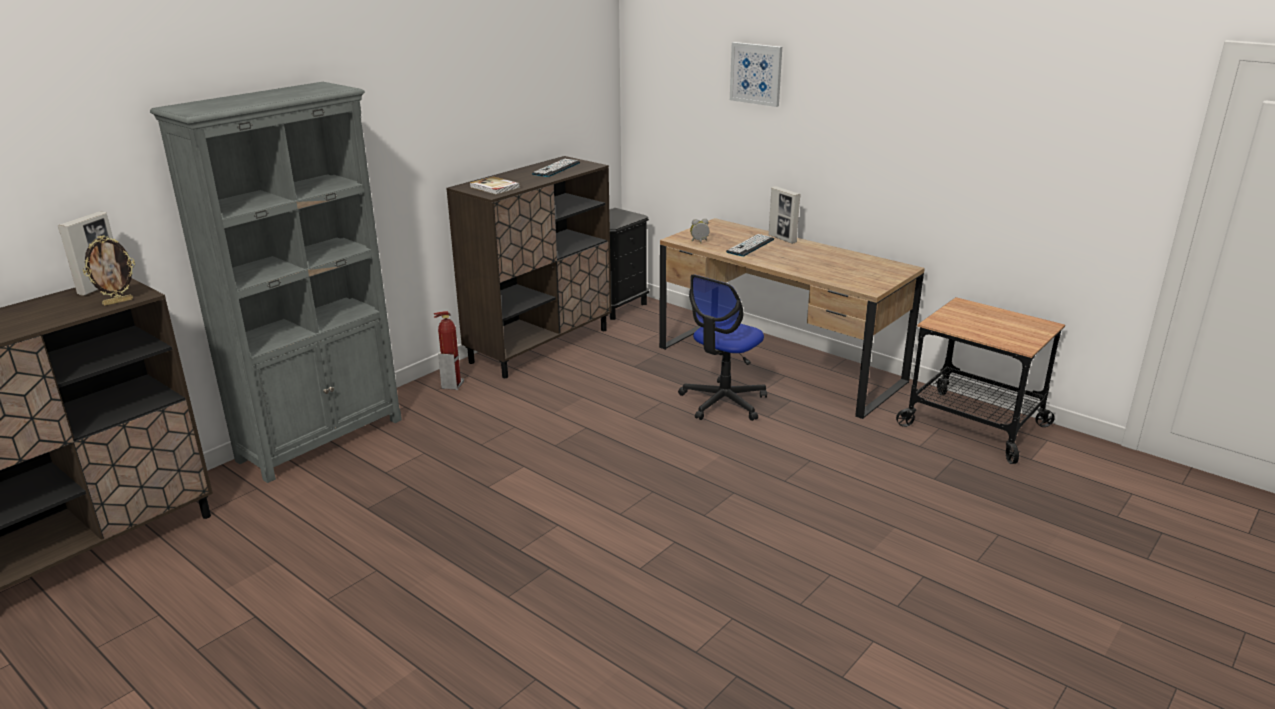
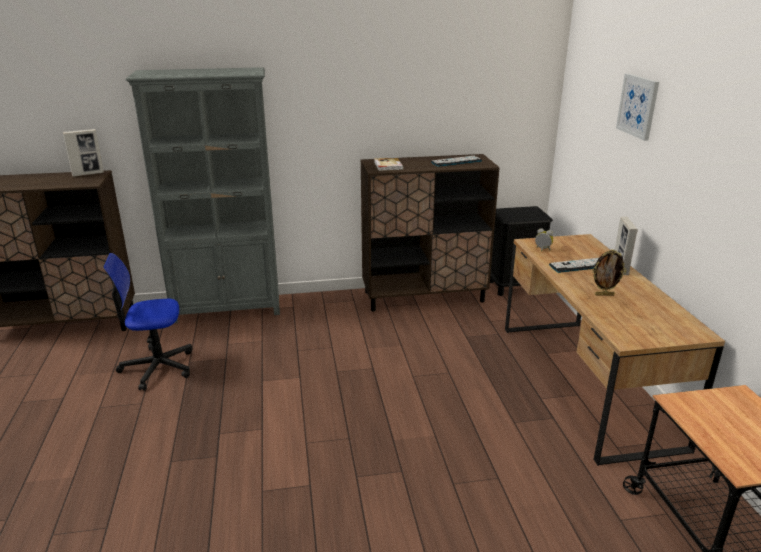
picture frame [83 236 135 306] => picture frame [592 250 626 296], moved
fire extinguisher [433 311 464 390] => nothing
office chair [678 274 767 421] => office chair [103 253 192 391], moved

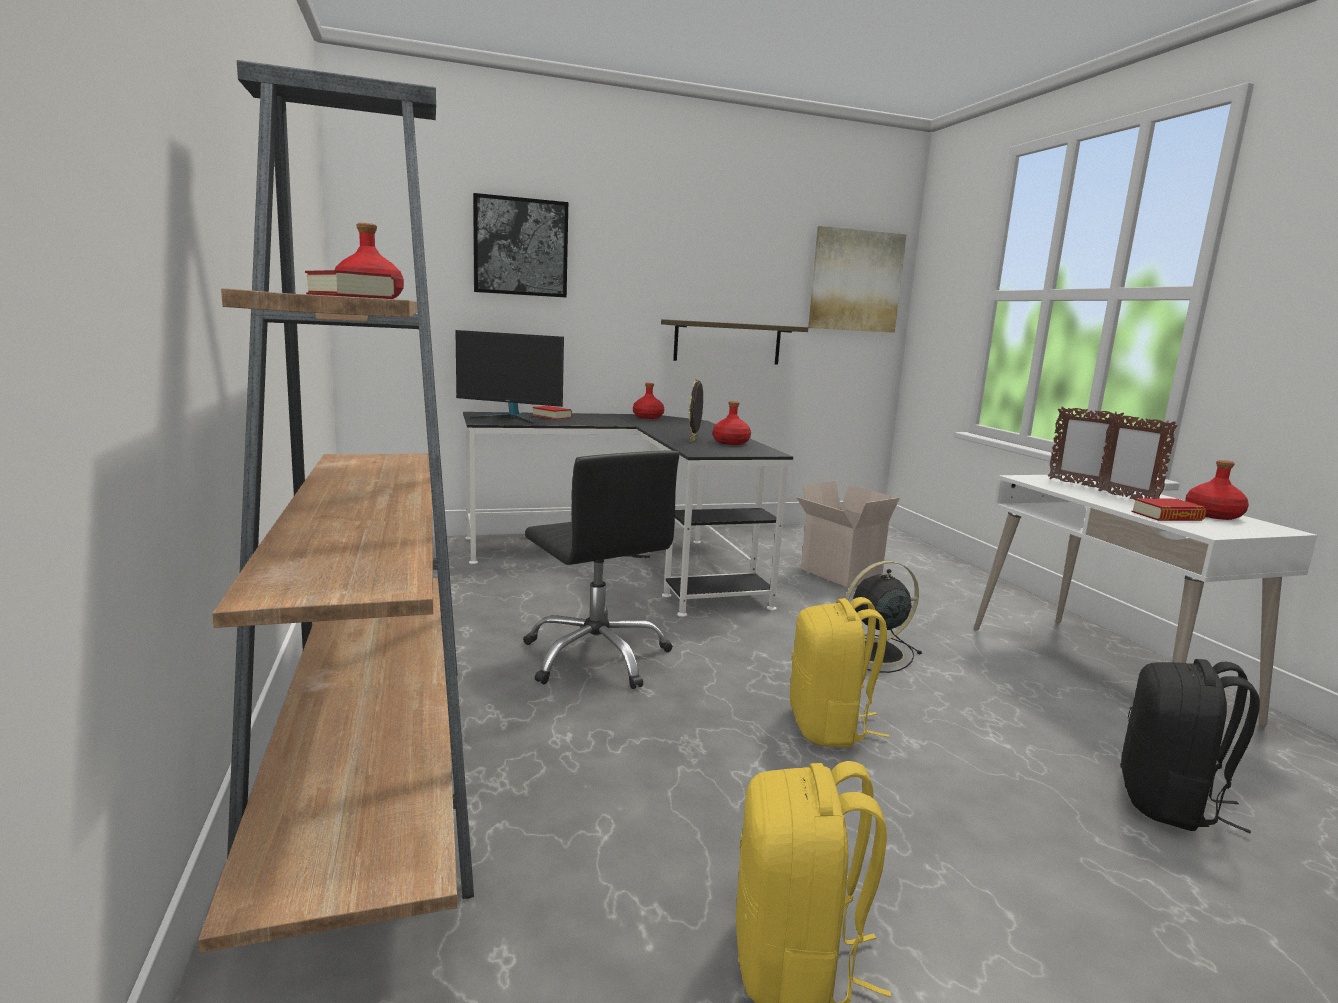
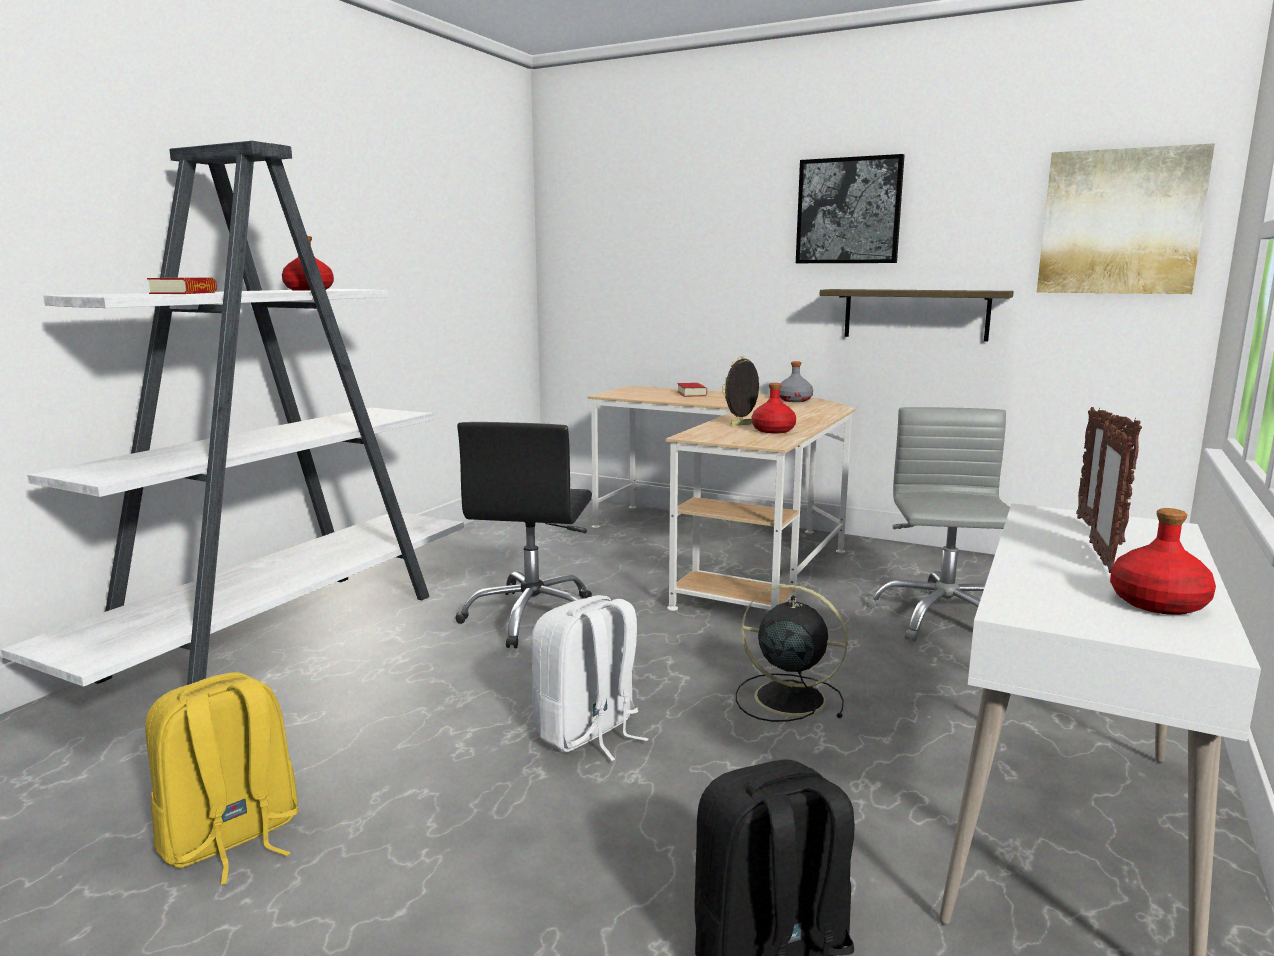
brown bookcase [198 60 474 953] => white bookcase [1 141 464 687]
monitor [455 330 564 424] => nothing
black desk [463 412 793 617] => beige desk [588 385 856 611]
picture [473 193 568 297] => picture [796 154 905 263], moved
red bottle [633 383 664 419] => grey bottle [779 361 813 402]
yellow backpack [790 597 889 748] => white backpack [531 595 649 761]
cardboard box [796 481 900 587] => grey office chair [867 407 1010 642]
book [1131 498 1207 521] => nothing

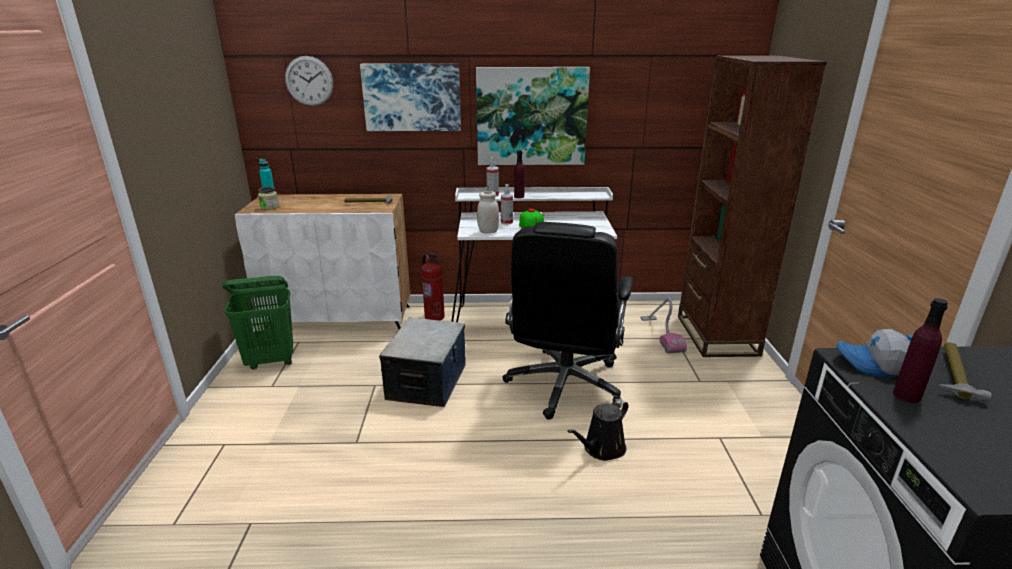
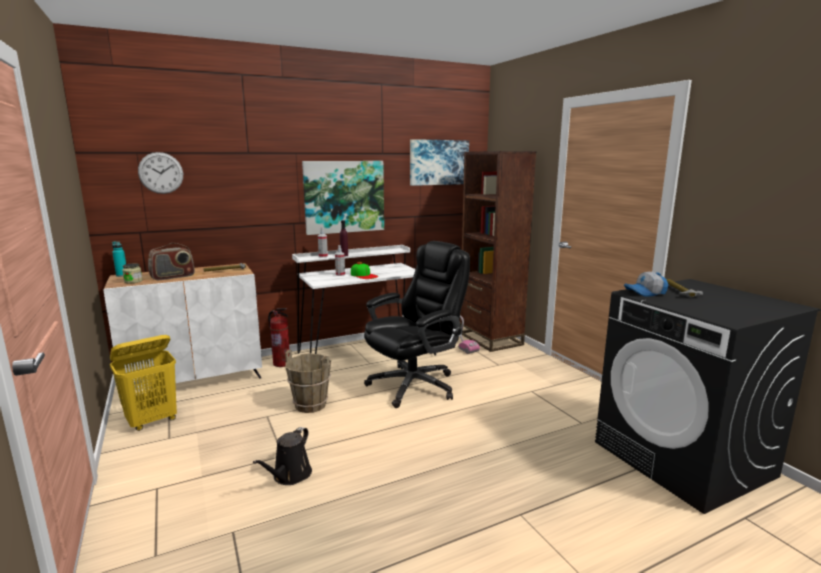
green laundry basket [222 276 293 370] => yellow laundry basket [110 335 177 431]
picture [360 63 461 131] => picture [410 139 469 186], moved
storage box [379 317 466 407] => brown bucket [285 349 331 413]
white jar [477 191 499 234] => nothing
black office chair [502 222 633 420] => black office chair [364 241 470 408], 120 degrees counterclockwise
black watering can [568 399 628 461] => black watering can [253 427 312 485], moved
purple bottle [893 298 948 403] => nothing
nothing => radio [148 243 195 280]

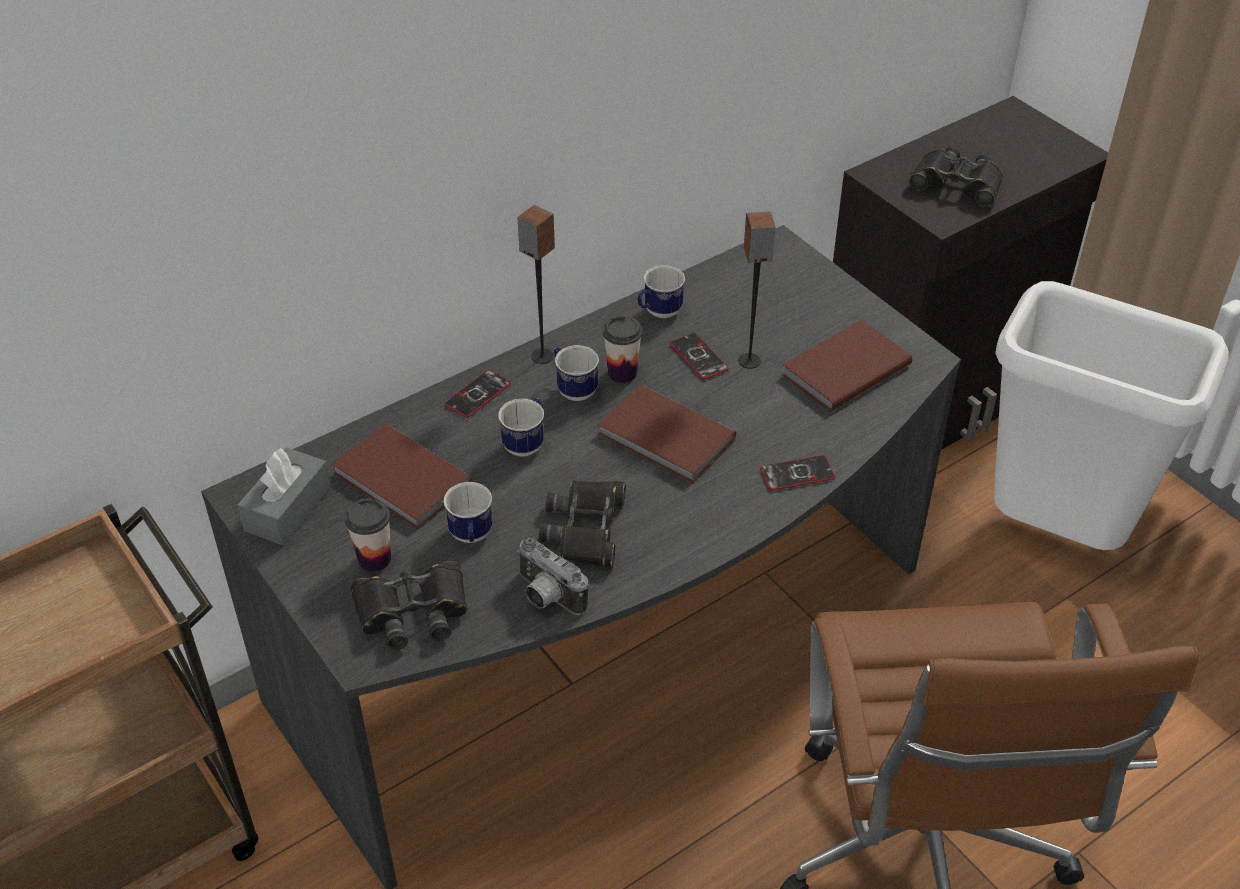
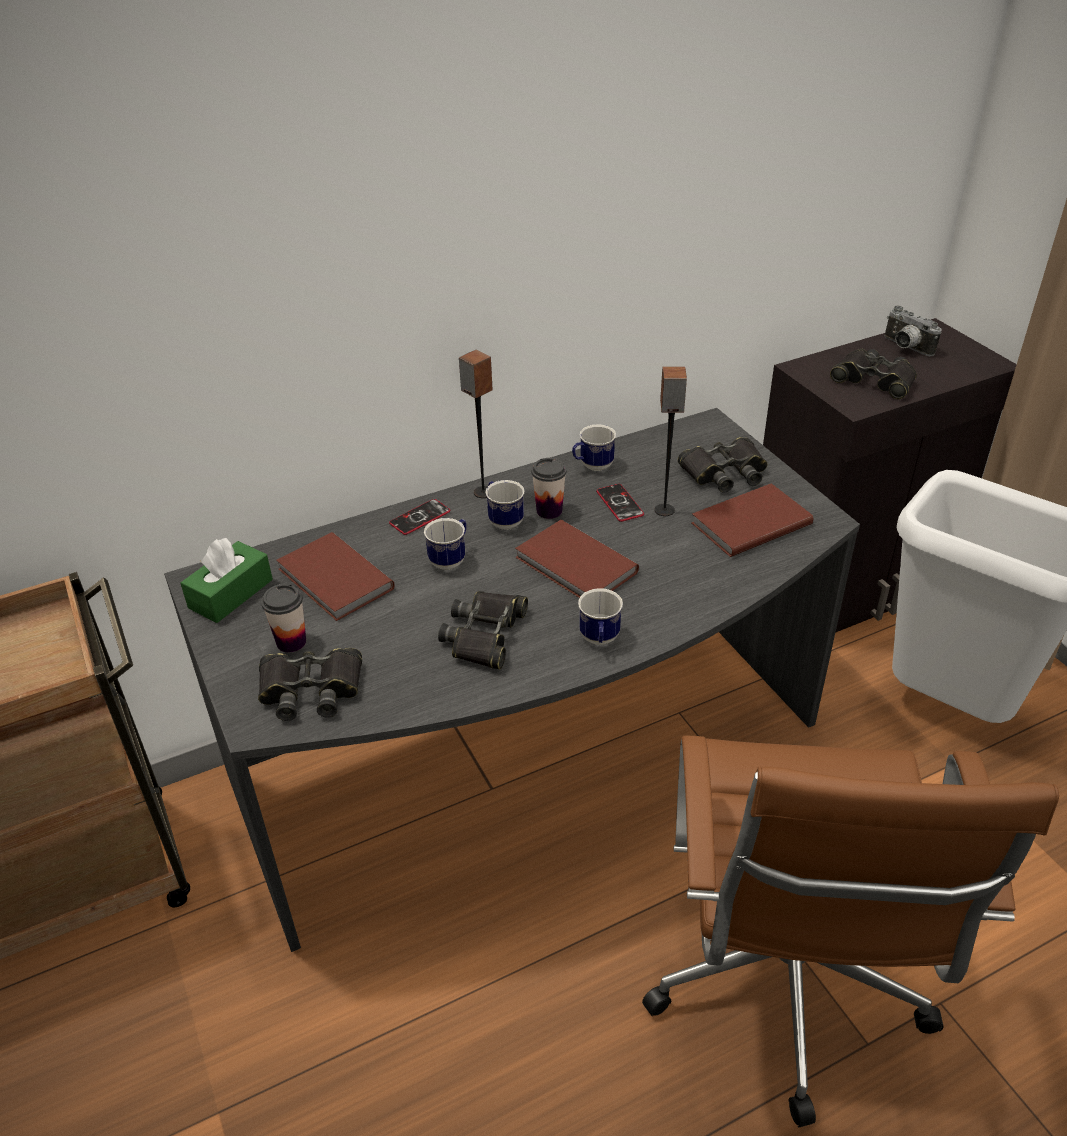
grey tissue box [237 448 331 545] => green tissue box [180 538 273 623]
mug [444 482 492 543] => mug [578 588 623 645], moved
photo camera [517 536 589 615] => photo camera [885 306 942 356], moved
phone [760 455 836 490] => nothing
nothing => black binoculars [678 437 768 493]

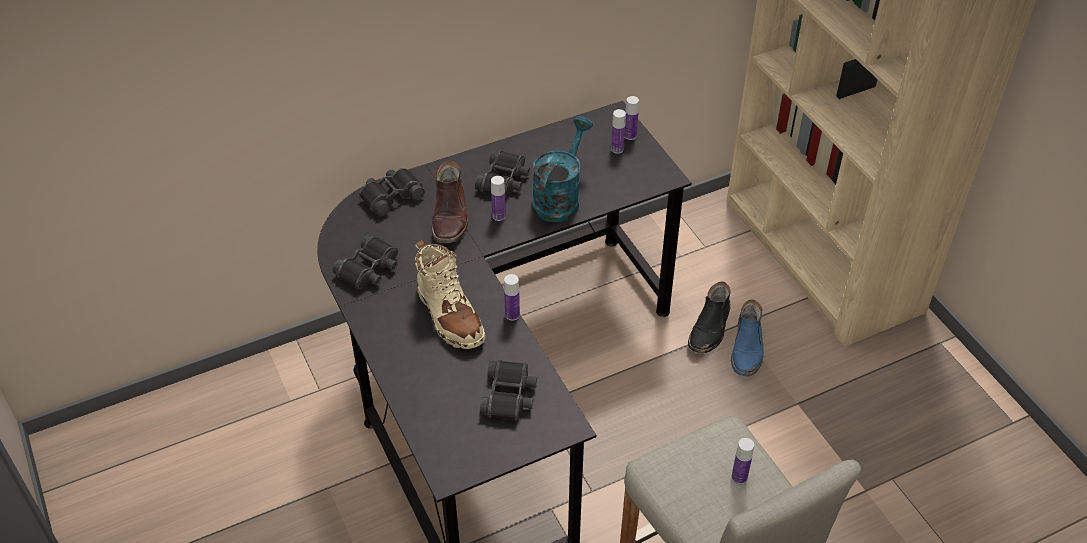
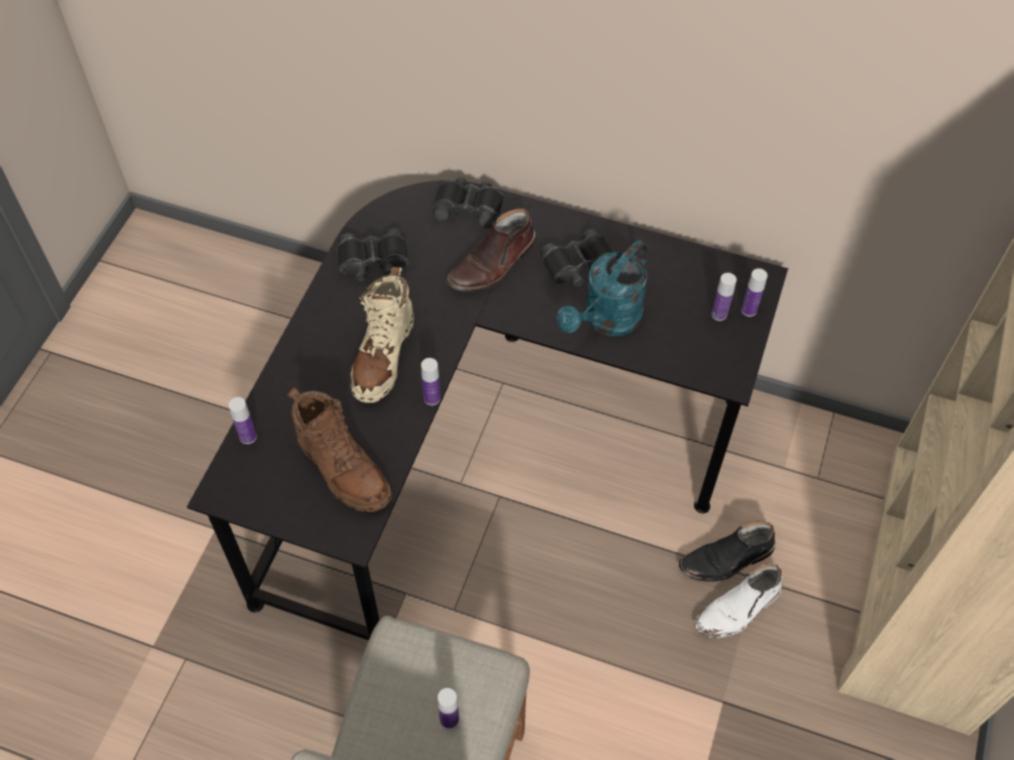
black binoculars [480 360 537 421] => brown boot [287 387 392 512]
bottle [491 176 506 221] => bottle [228 397 257 444], moved
turquoise watering can [532 116 593 222] => turquoise watering can [557 240 649 336], 150 degrees clockwise
blue boot [731 300 764 376] => white boot [694 564 783 638]

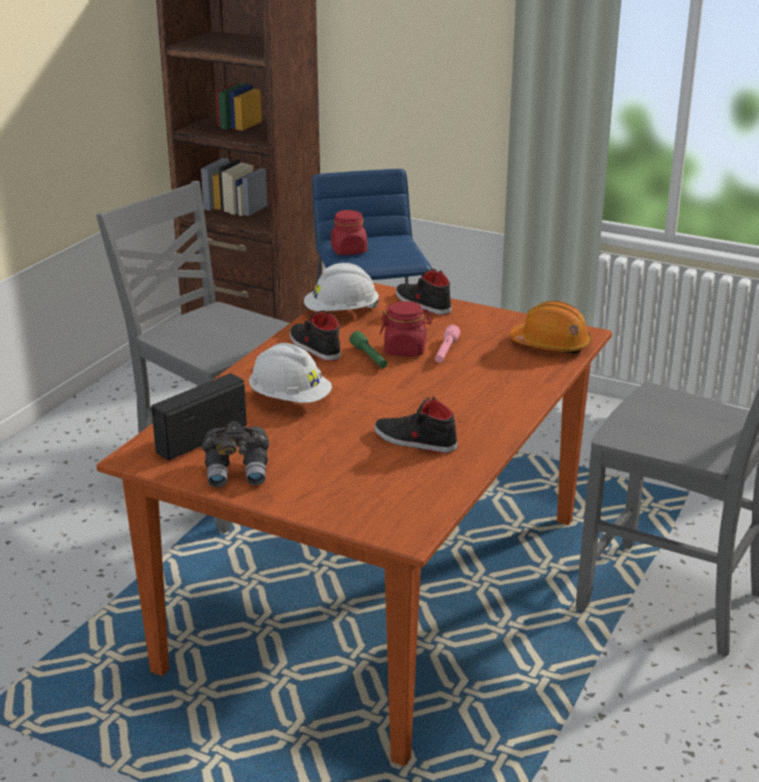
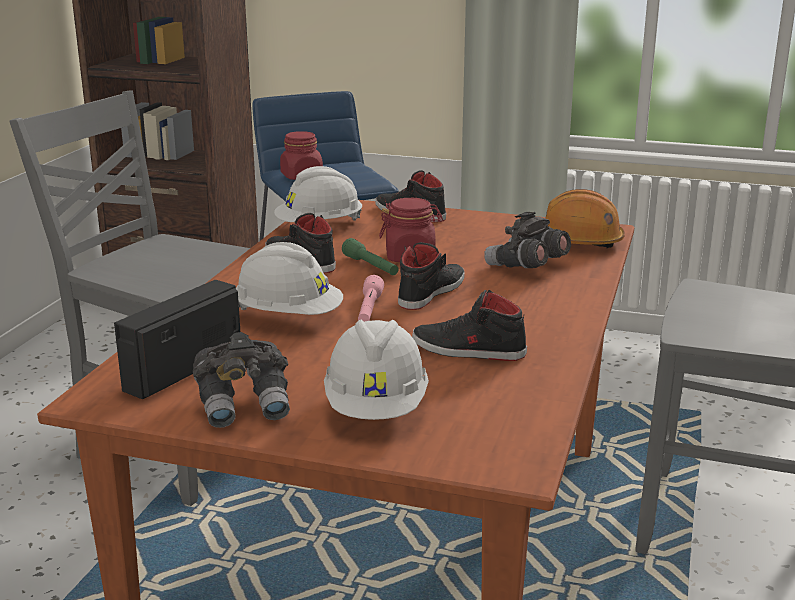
pink flashlight [435 325 460 363] => pink flashlight [358 275 384 322], moved
nothing => white hard hat [324 320 429 420]
nothing => black shoe [398 242 465 310]
nothing => grey binoculars [484 212 571 268]

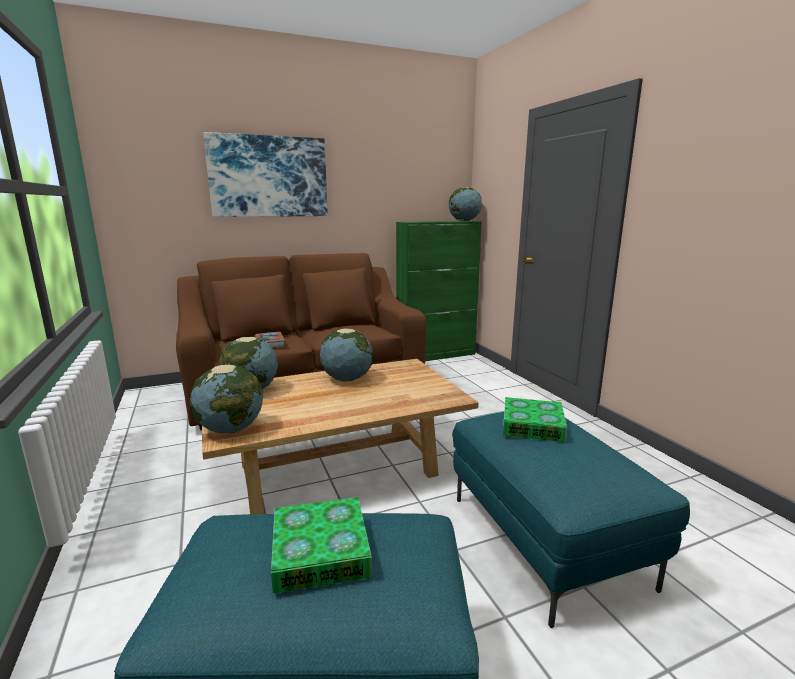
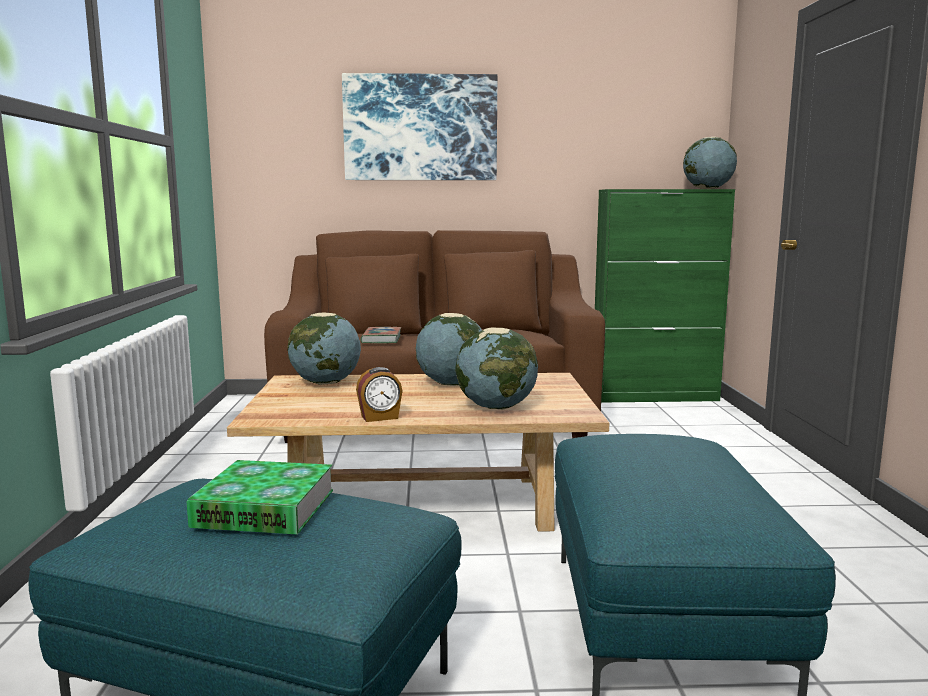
globe [190 365 263 433] => globe [455 327 538 410], moved
book [503 397 567 442] => nothing
nothing => alarm clock [356 367 402 422]

